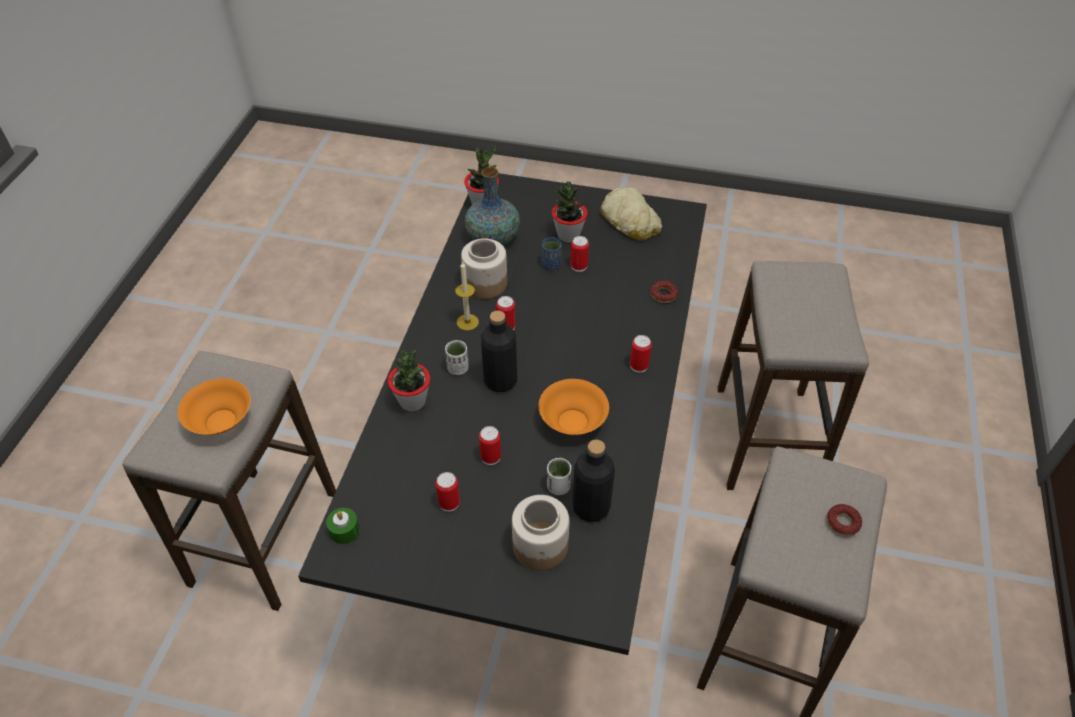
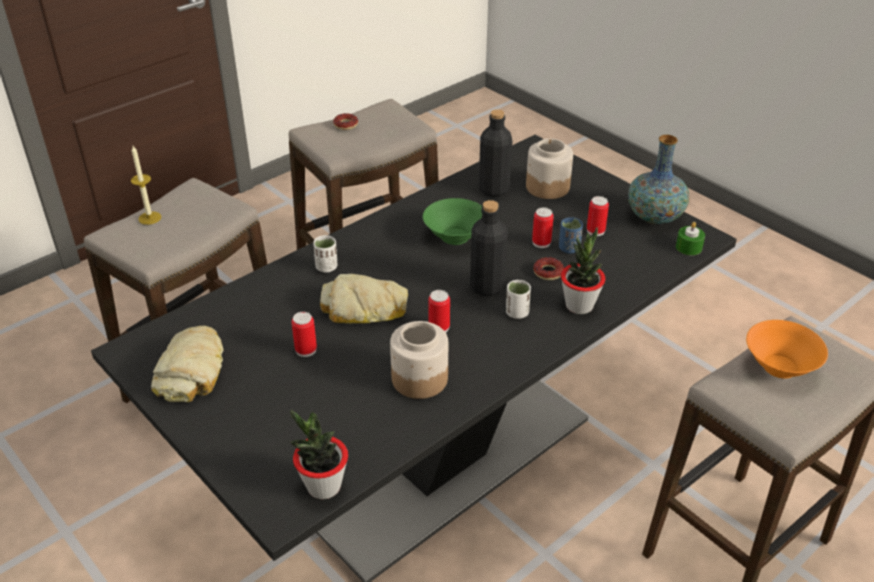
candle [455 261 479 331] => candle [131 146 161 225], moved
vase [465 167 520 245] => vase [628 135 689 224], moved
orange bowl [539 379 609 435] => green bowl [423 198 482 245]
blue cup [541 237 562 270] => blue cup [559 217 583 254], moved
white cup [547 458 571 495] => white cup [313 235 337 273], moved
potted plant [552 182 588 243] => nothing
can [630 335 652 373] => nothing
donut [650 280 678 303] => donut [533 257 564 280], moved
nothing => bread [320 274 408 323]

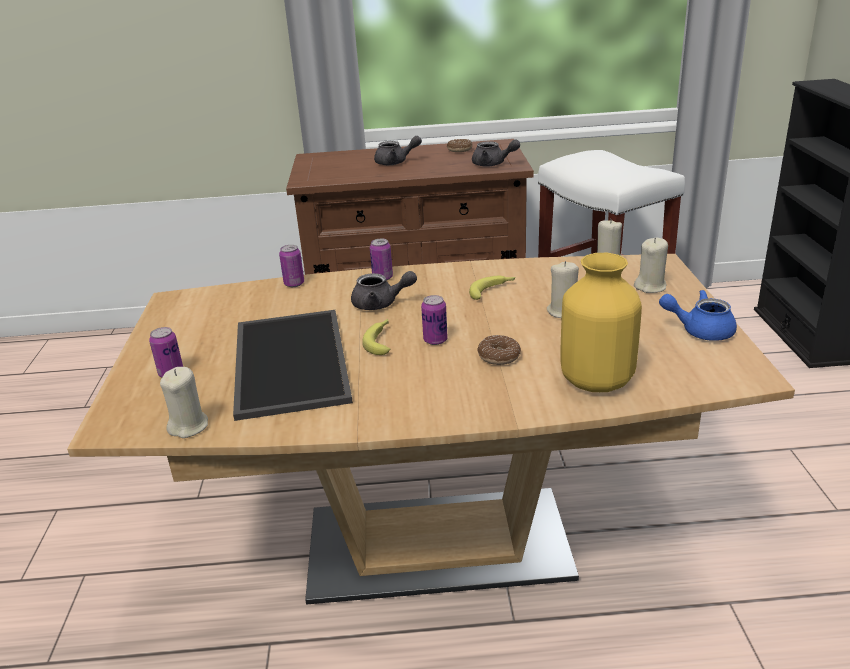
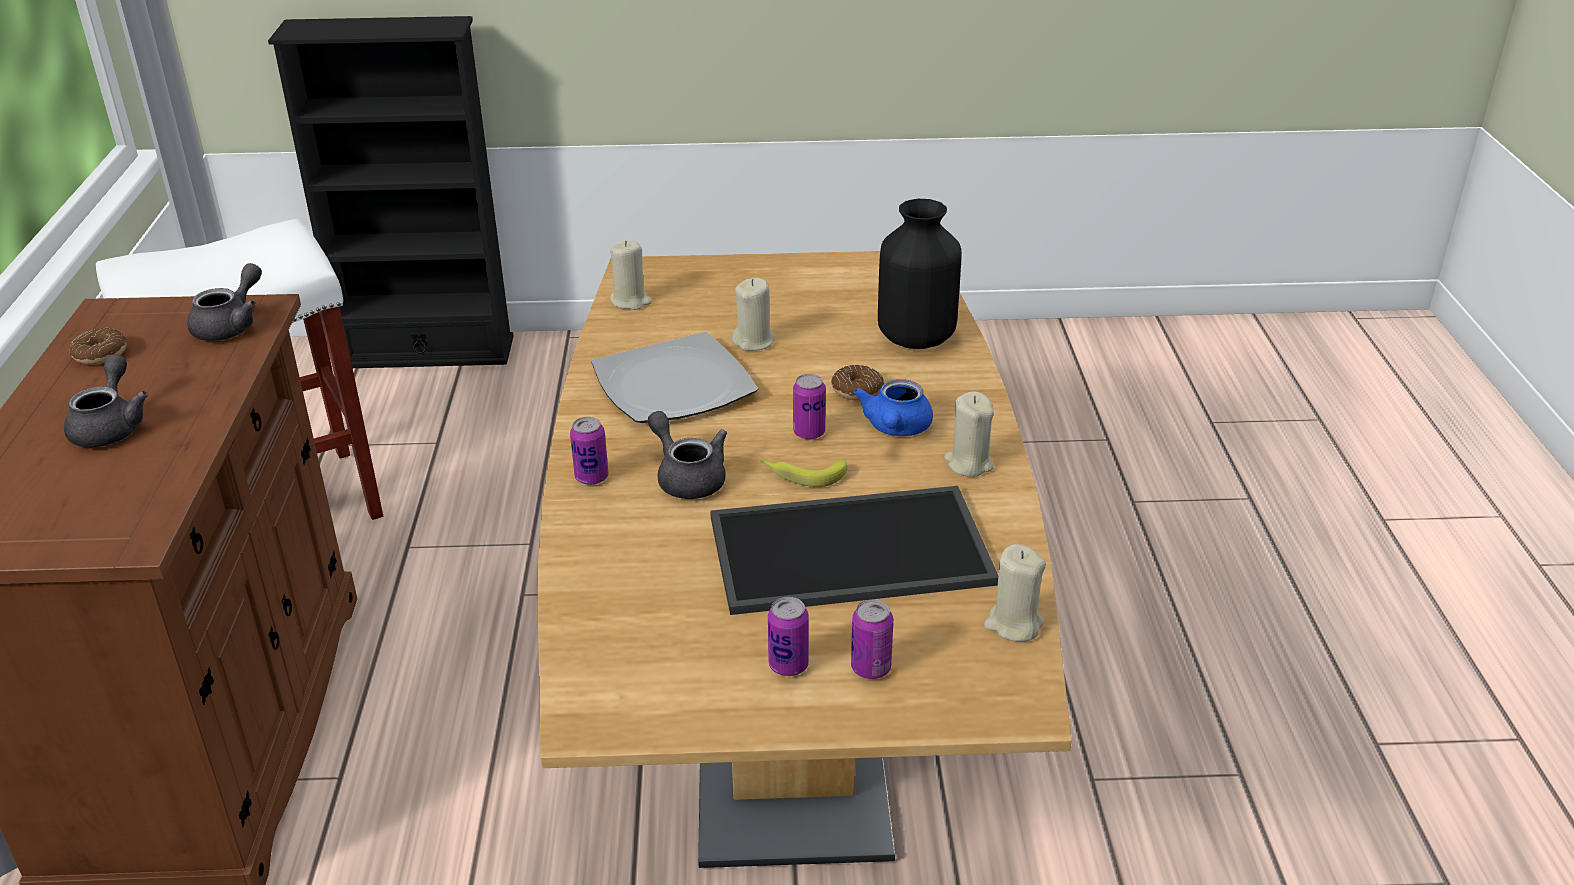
can [279 245 304 287] => can [768 597 809 676], moved
grey teapot [351 271 417 310] => grey teapot [648 411 727 499], 45 degrees counterclockwise
banana [469 276 516 300] => plate [591 332 758 423]
yellow vase [560 253 642 392] => black vase [878 199 961 349]
beige candle [634 238 668 293] => beige candle [944 392 994 477], moved
blue teapot [659 290 737 341] => blue teapot [854 379 933 436], moved

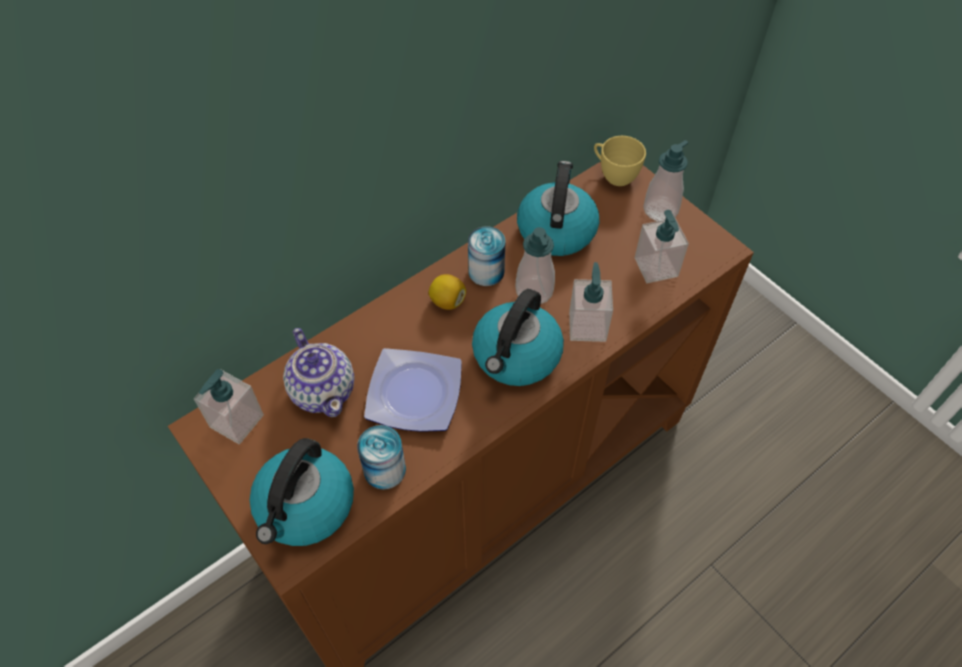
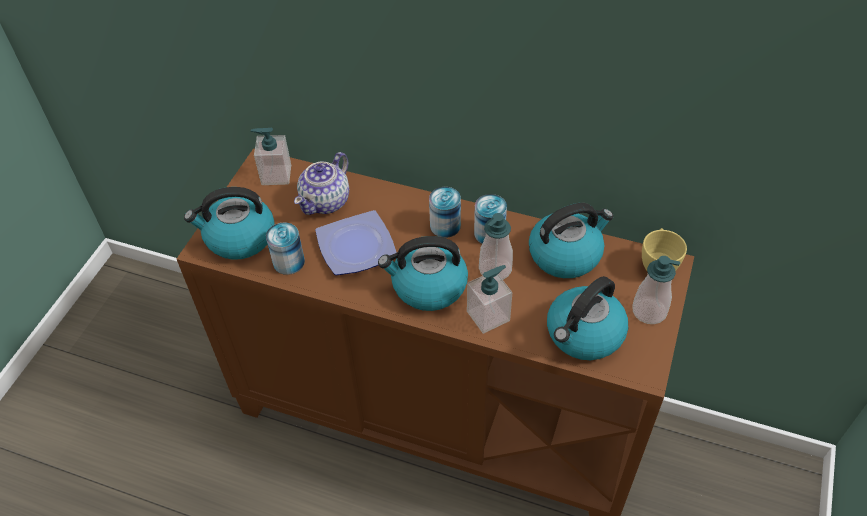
lemon [429 274 466 310] => can [429 187 461 238]
soap dispenser [635 210 689 283] => kettle [547 276 628 360]

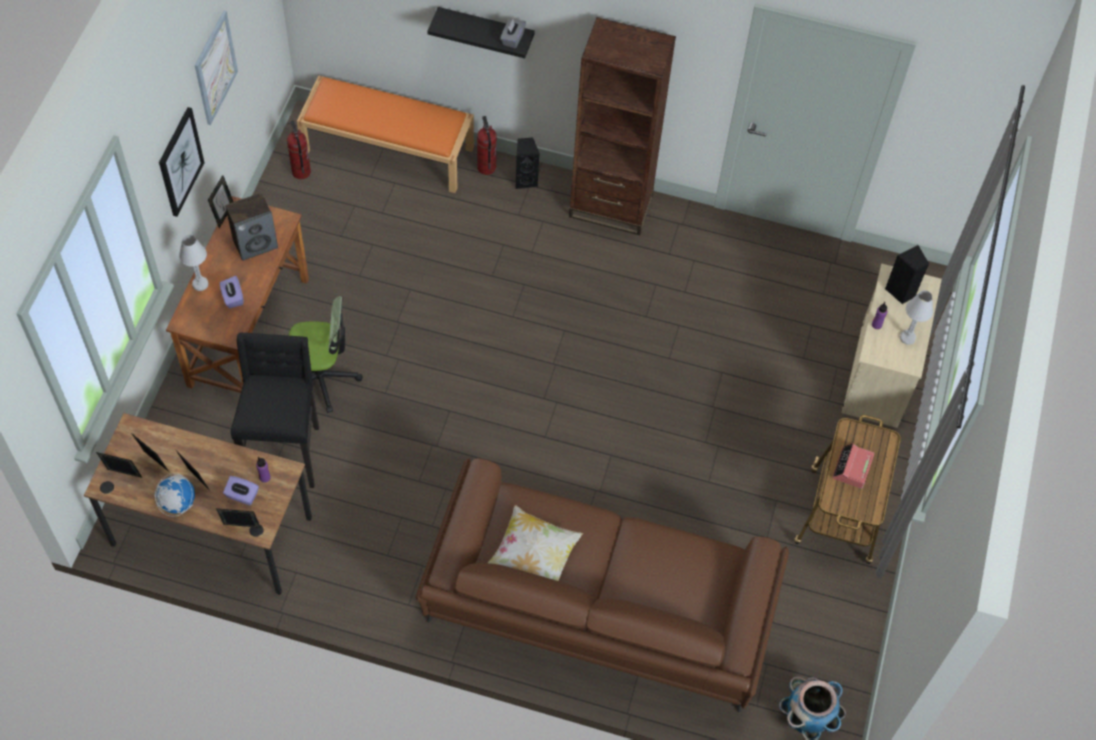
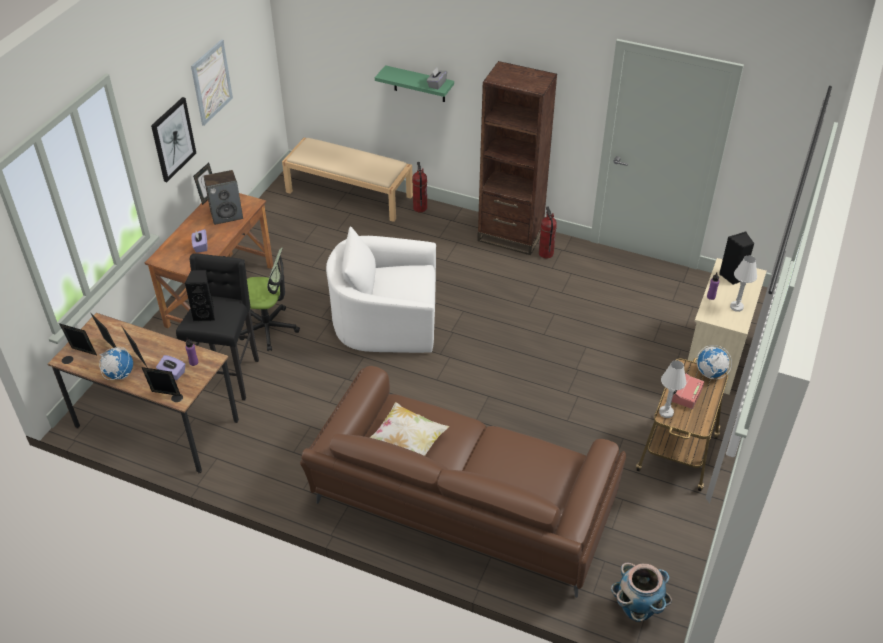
white table lamp [179 235 208 291] => white table lamp [659 360 686 418], moved
fire extinguisher [287 120 311 179] => fire extinguisher [539 206 557 258], moved
orange bench [297 75 474 193] => beige bench [282 138 413 222]
black shelf [427 7 535 58] => green shelf [375 65 454 102]
black speaker [515 137 540 189] => black speaker [185 270 215 322], moved
nothing => white armchair [326 226 436 353]
nothing => globe [697 345 732 379]

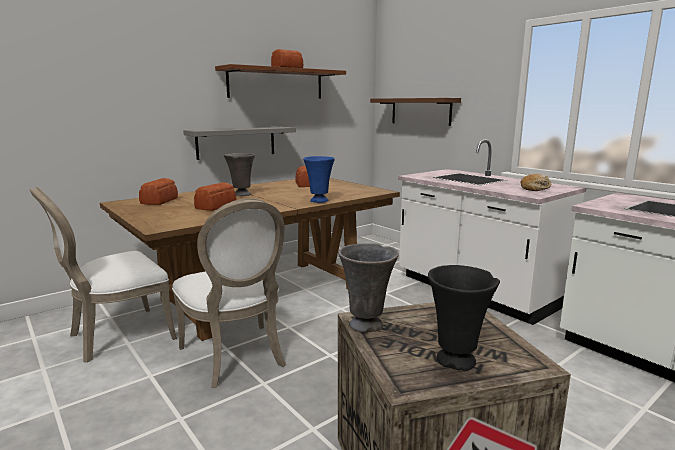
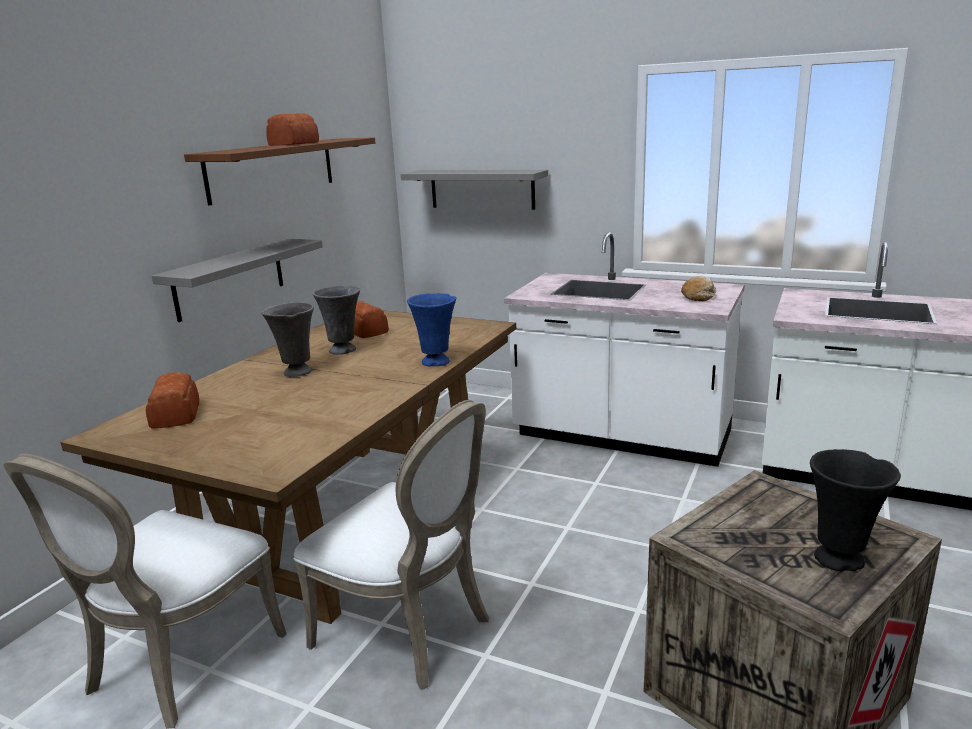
bread [194 182 236 211] => nothing
grey vase [339 243 399 333] => grey vase [313 286 360 355], moved
brown shelf [370 98 461 126] => grey shelf [401 170 548 210]

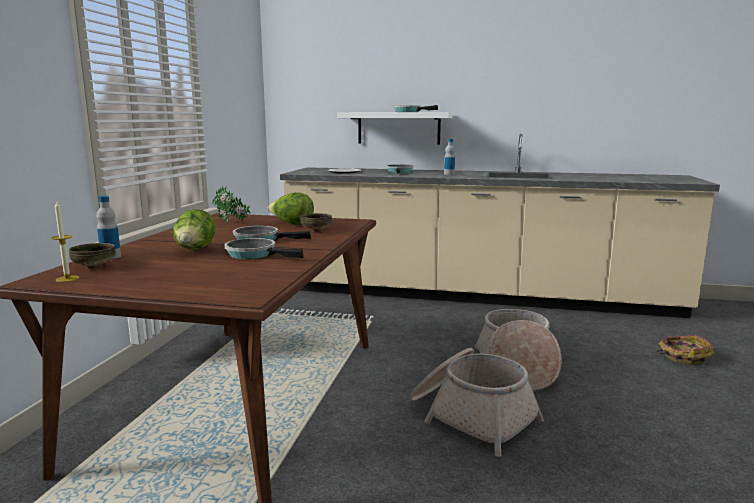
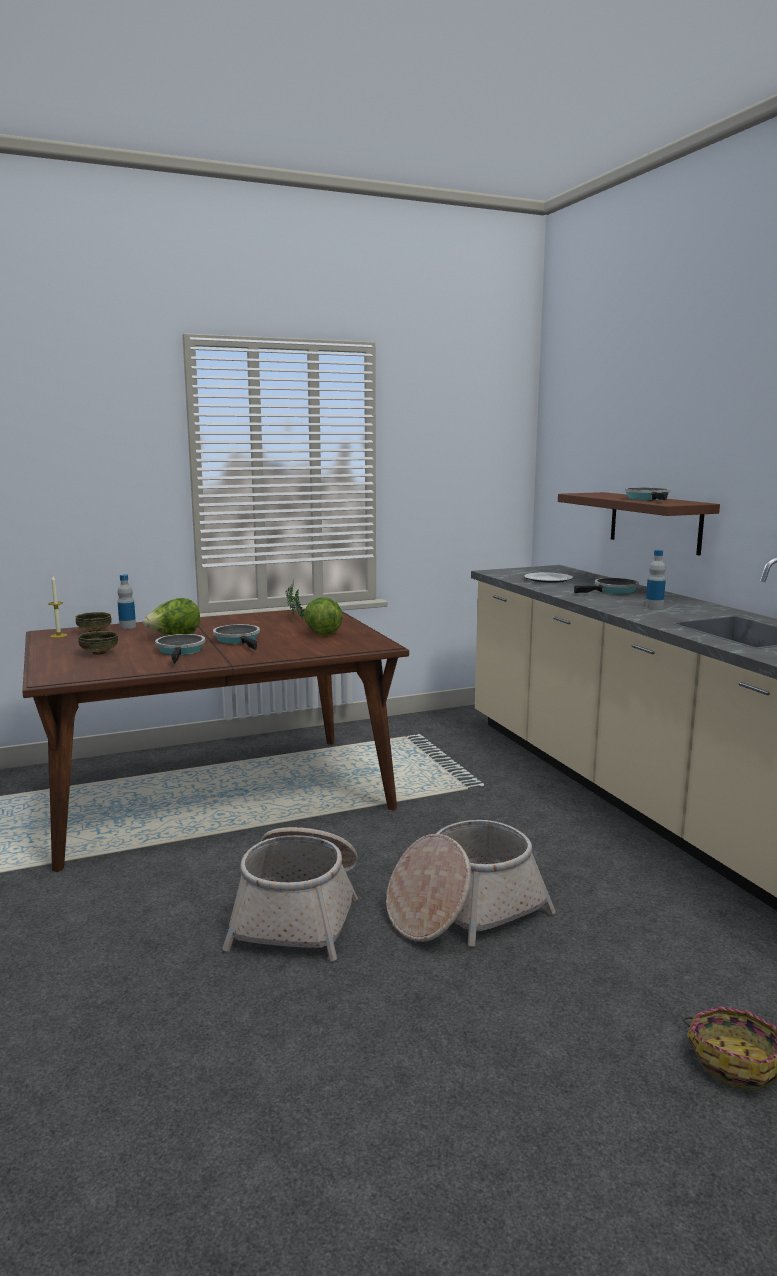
bowl [301 213 332 232] => bowl [78 631 118 655], moved
white shelf [337 112 453 144] => brown shelf [558 492 720 556]

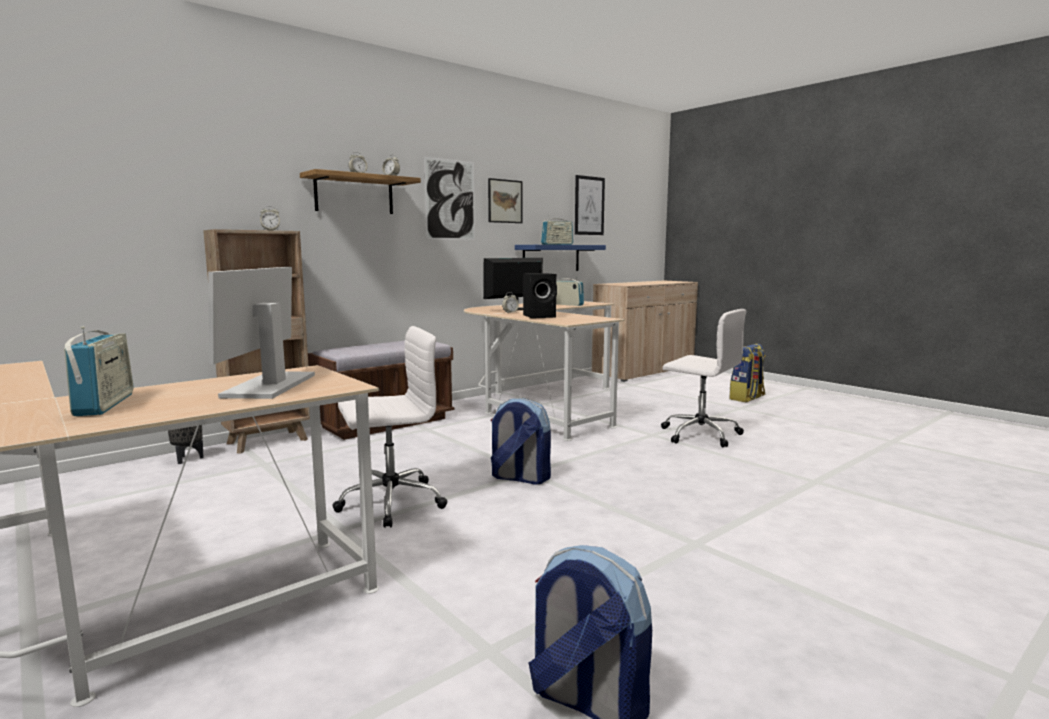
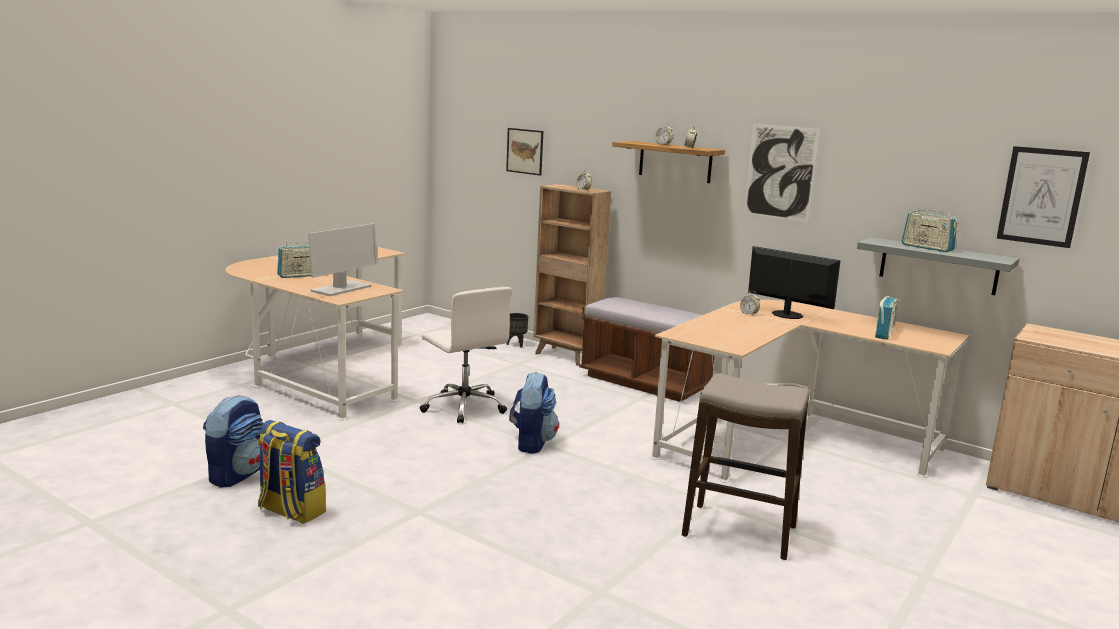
monitor [208 267 315 399] => monitor [308 223 378 296], 135 degrees clockwise
picture [488 178 522 223] => picture [506 128 543 176], moved
blue shelf [515 245 606 271] => grey shelf [857 237 1019 295]
black speaker [523 273 557 318] => nothing
white office chair [661 309 747 447] => stool [682 373 810 560]
backpack [729 344 766 402] => backpack [257 420 326 524], moved

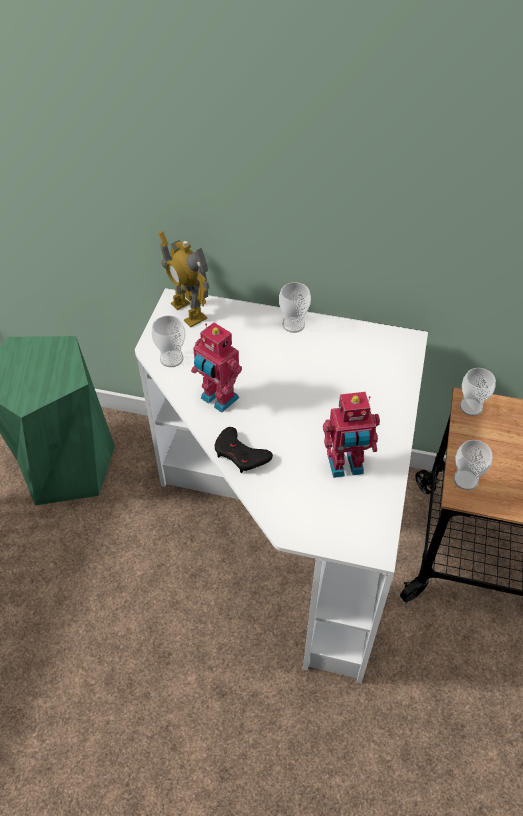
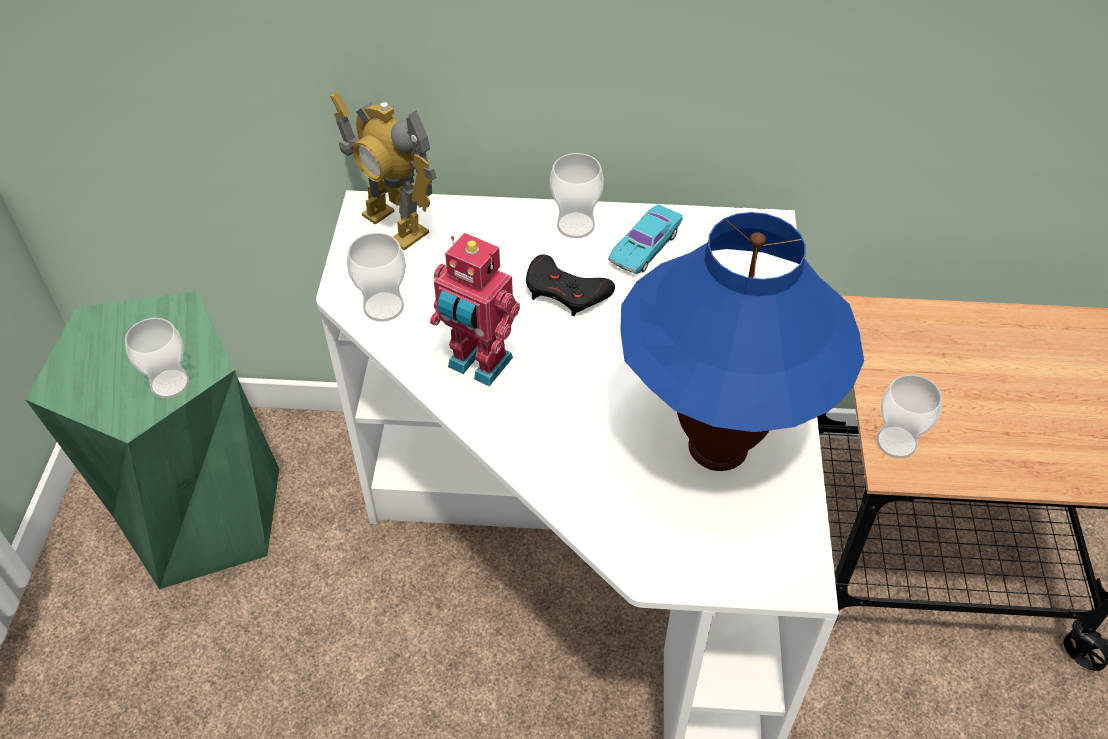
black game controller [215 427 273 473] => black game controller [526 254 615 316], moved
toy robot [323 392 380 478] => blue table lamp [620 212 864 471]
cup [459 368 496 416] => cup [125 318 189 399], moved
nothing => turquoise toy car [608 205 683 274]

